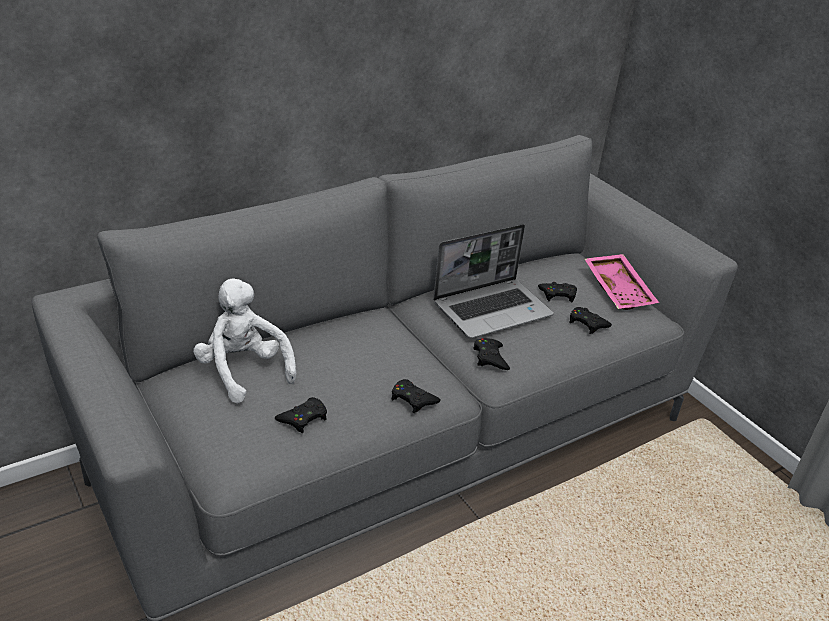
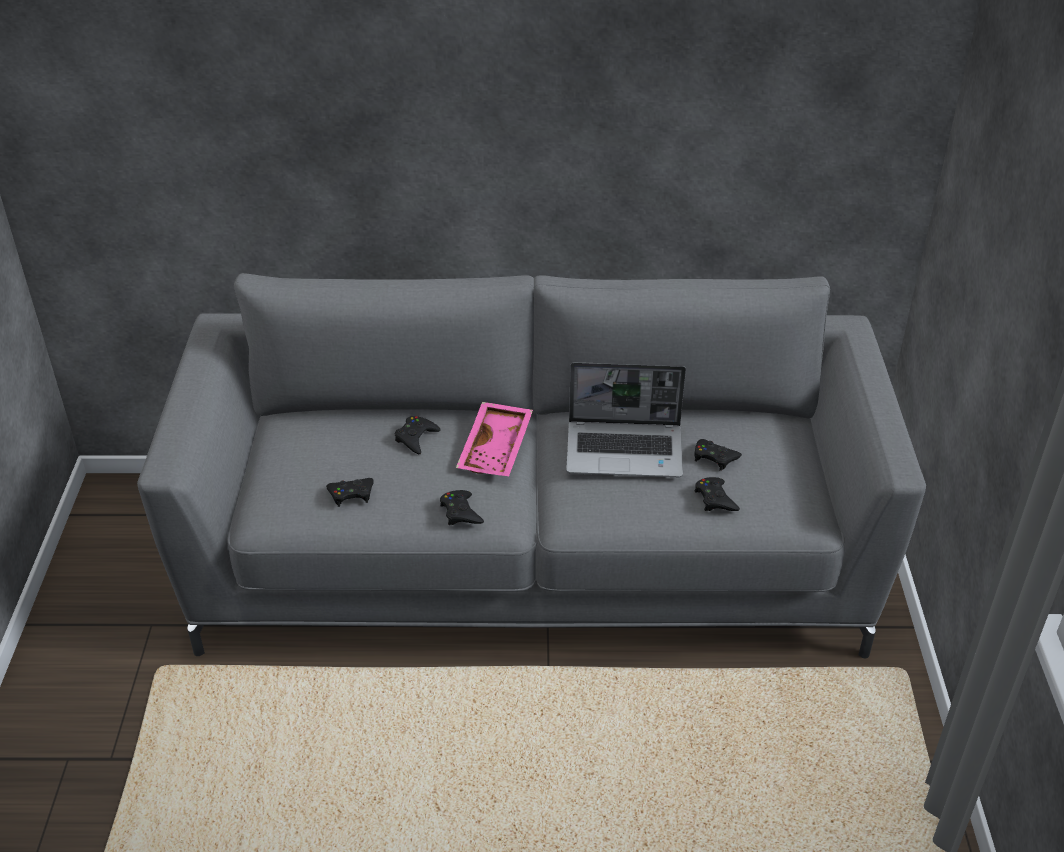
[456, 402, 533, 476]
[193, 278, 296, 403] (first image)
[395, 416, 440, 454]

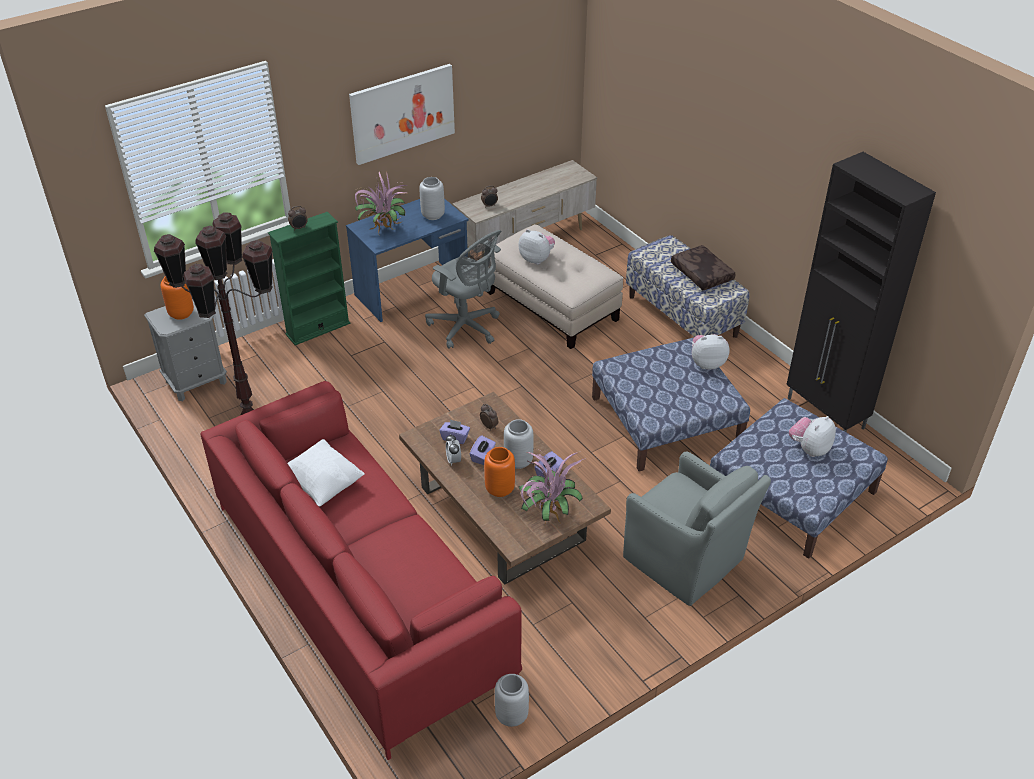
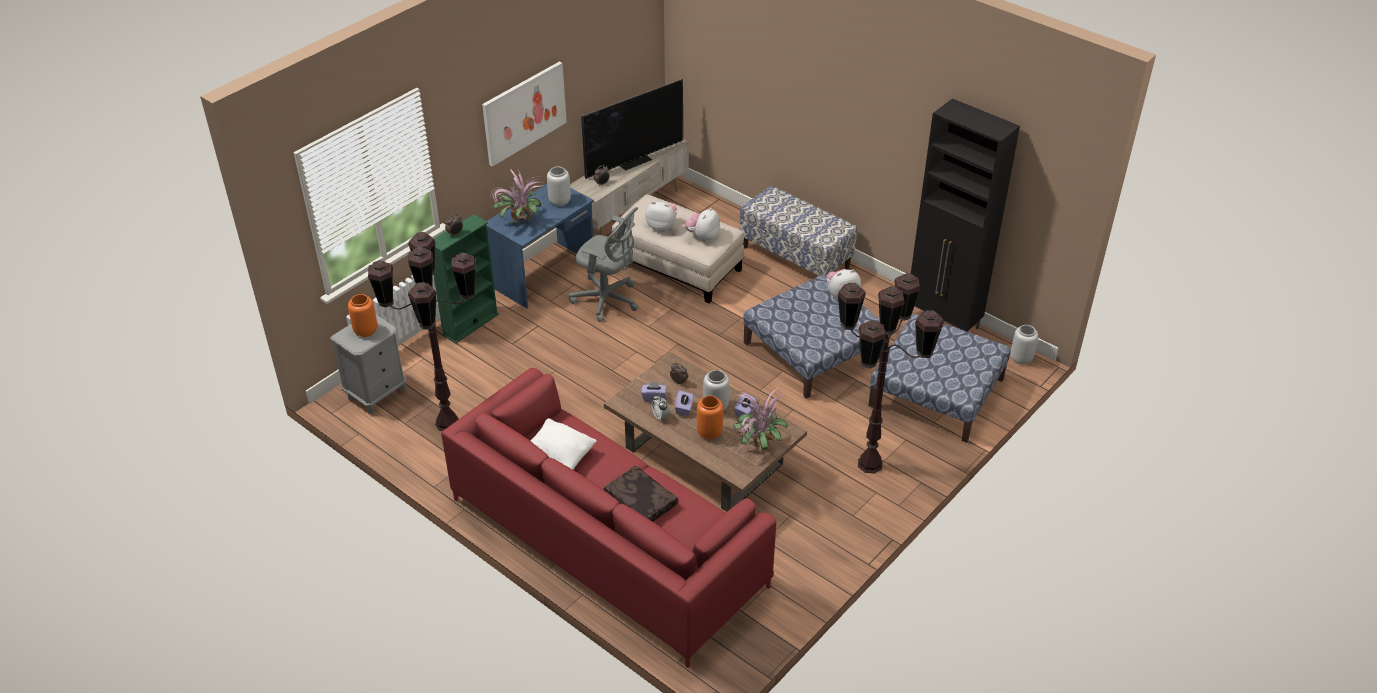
[603, 465, 678, 522]
[685, 208, 720, 242]
[837, 273, 944, 474]
[1010, 325, 1038, 365]
[581, 79, 683, 179]

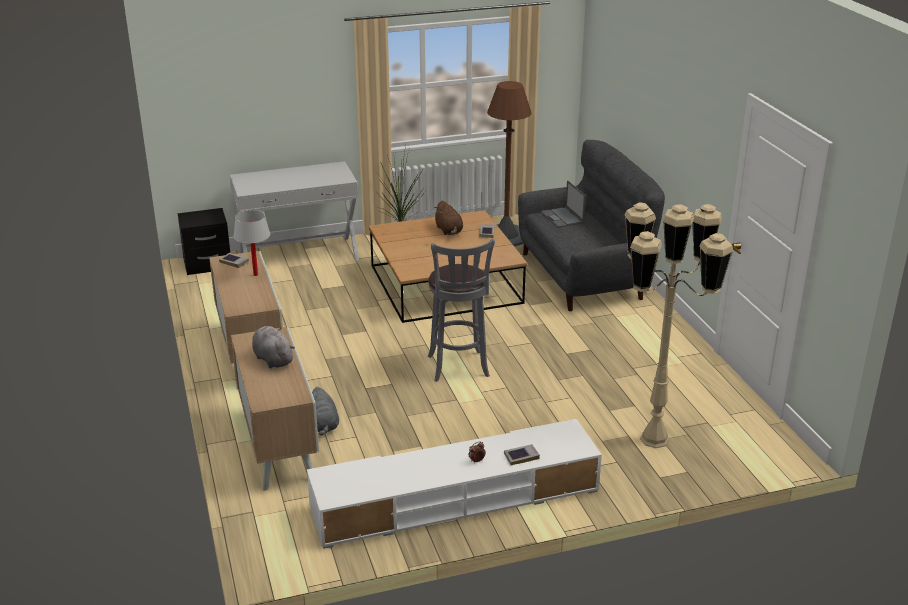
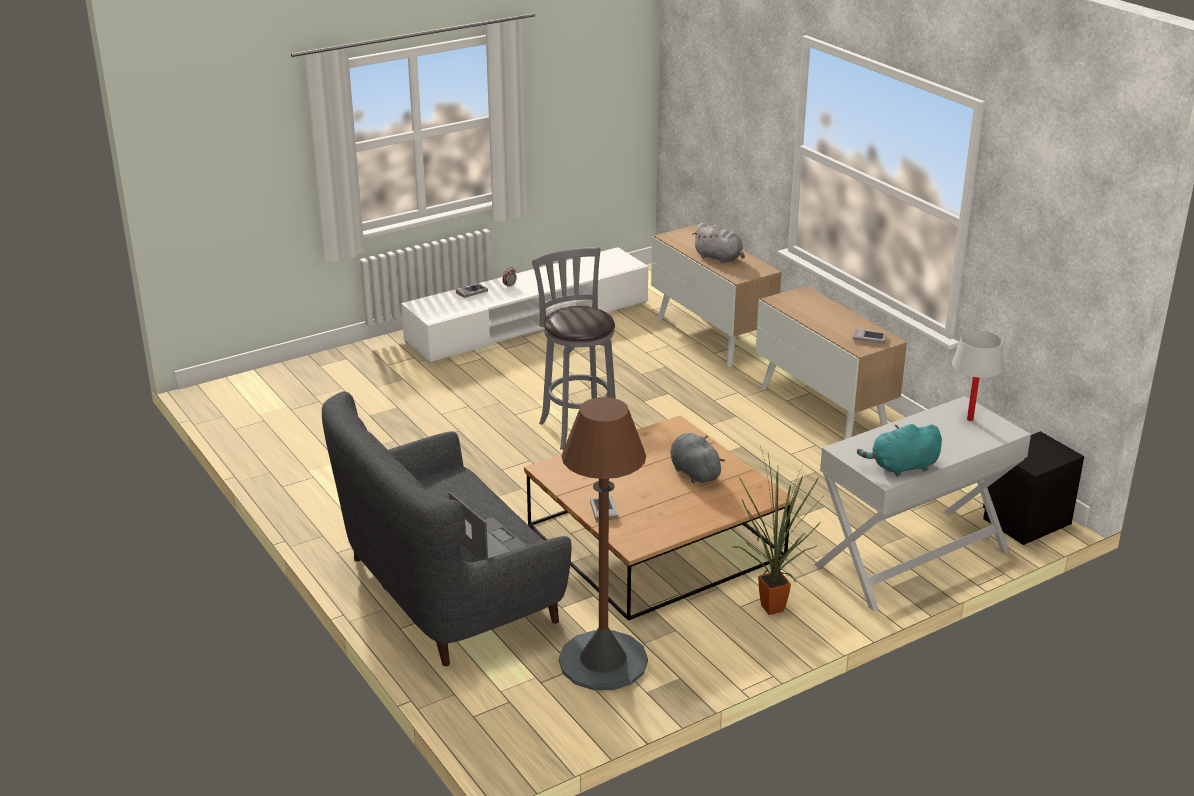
[434, 201, 463, 235] (first image)
[625, 202, 733, 448] (first image)
[952, 330, 1004, 421]
[670, 433, 725, 484]
[857, 424, 942, 477]

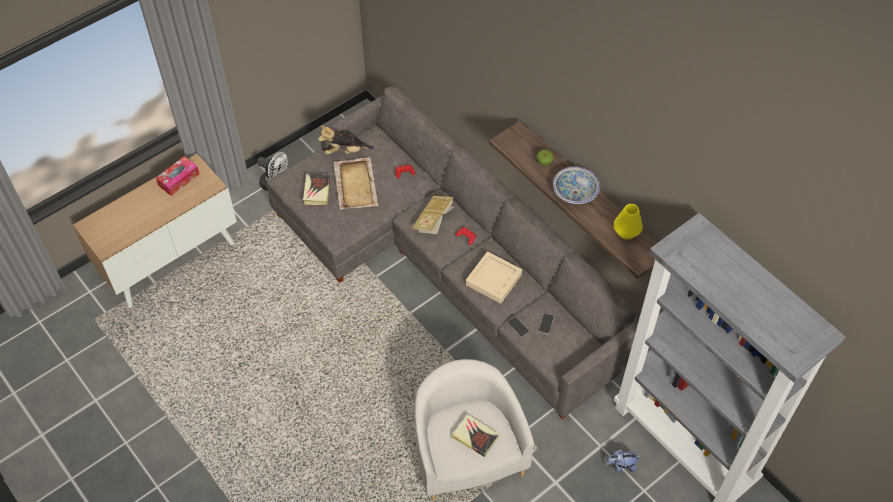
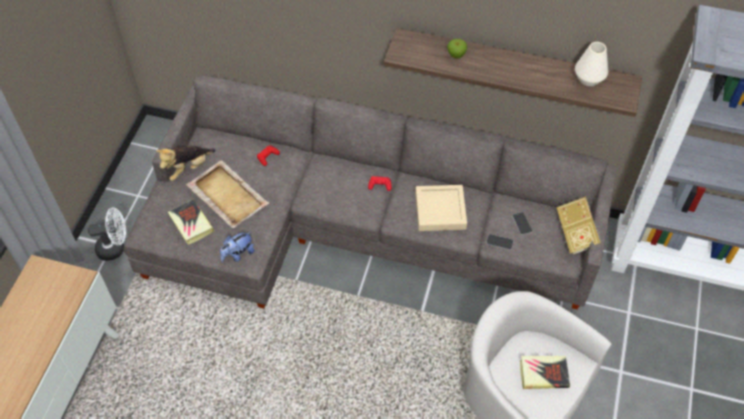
[156, 156, 199, 196] (first image)
[553, 167, 600, 204] (first image)
[556, 197, 601, 254]
[575, 42, 608, 86]
[220, 232, 255, 262]

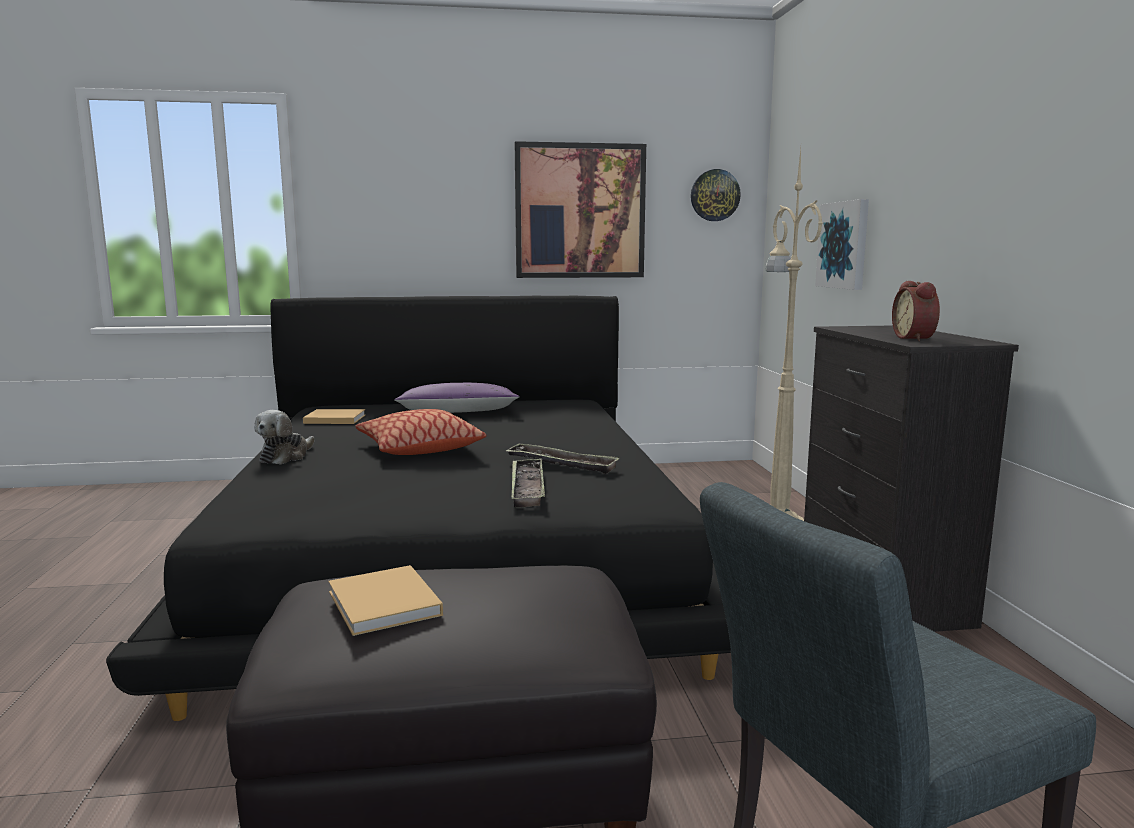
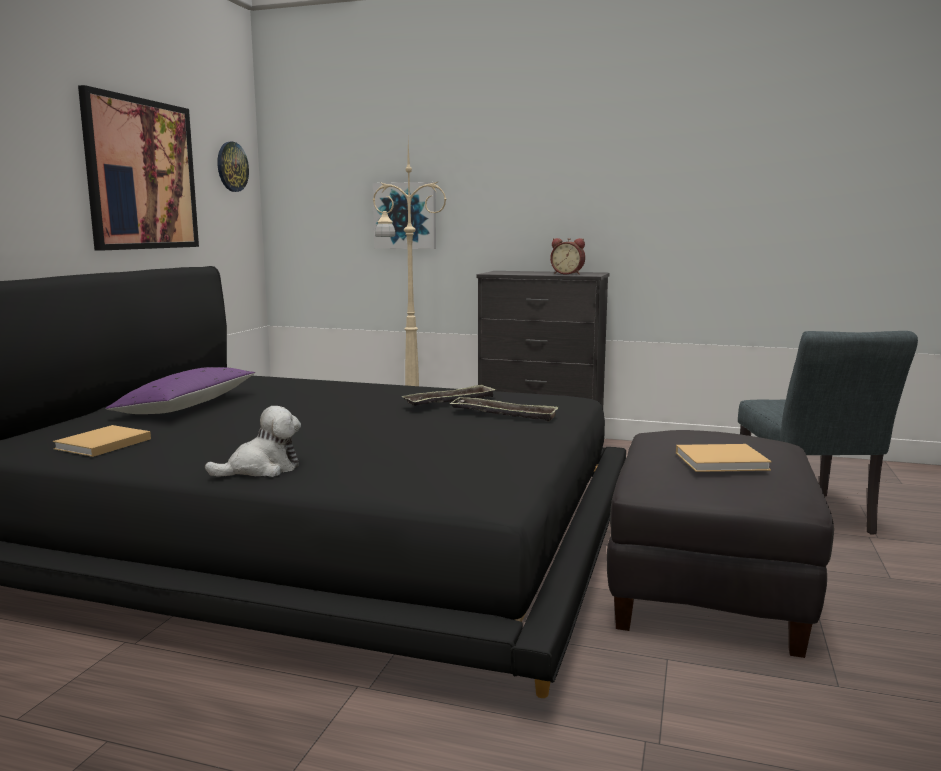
[355, 409, 486, 455] (first image)
[205, 406, 301, 477]

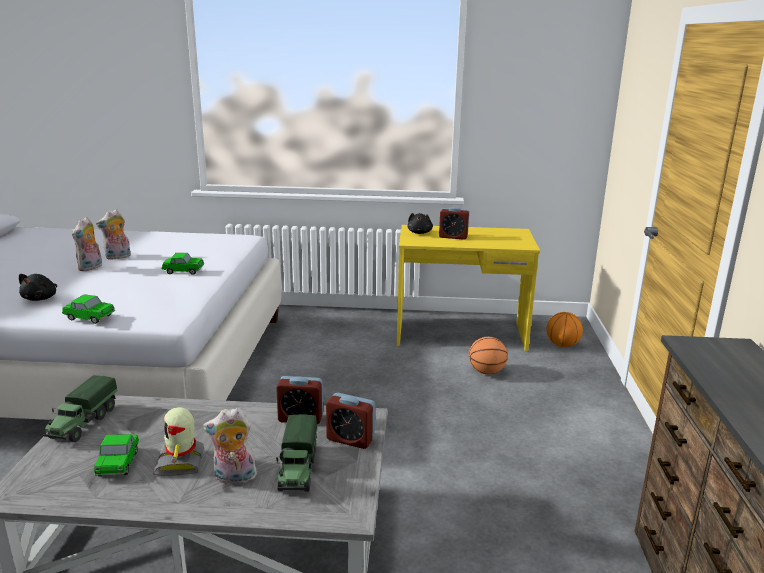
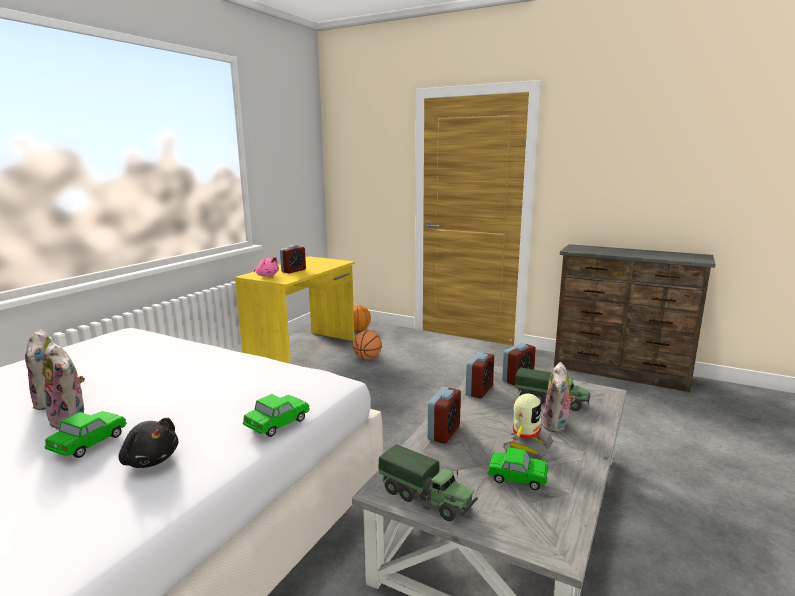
[254, 257, 279, 277]
[45, 411, 127, 458]
[502, 394, 553, 459]
[428, 387, 461, 444]

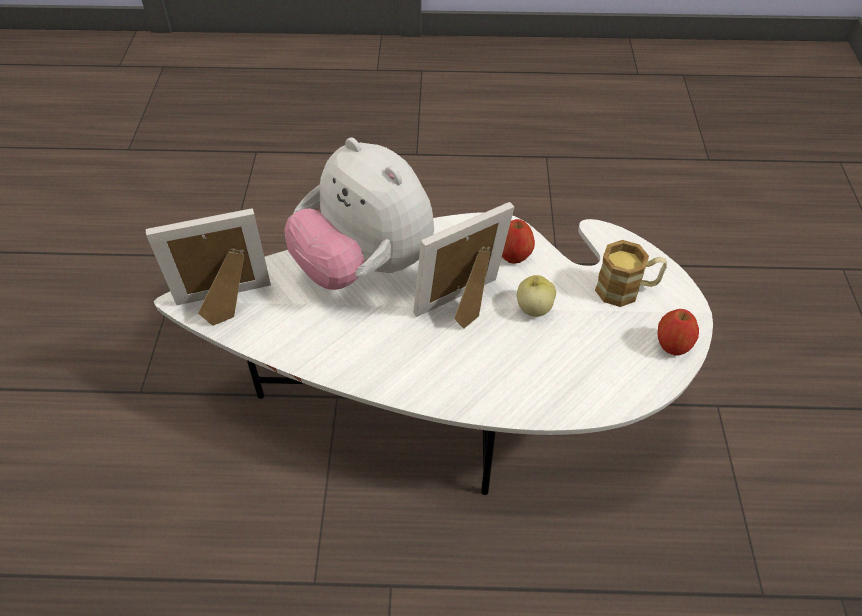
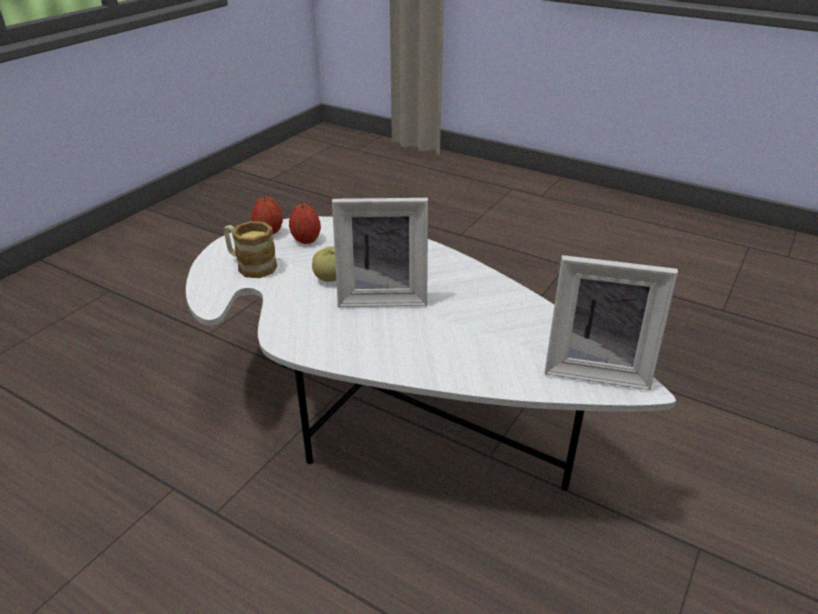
[284, 137, 434, 290] (first image)
[289, 203, 321, 244]

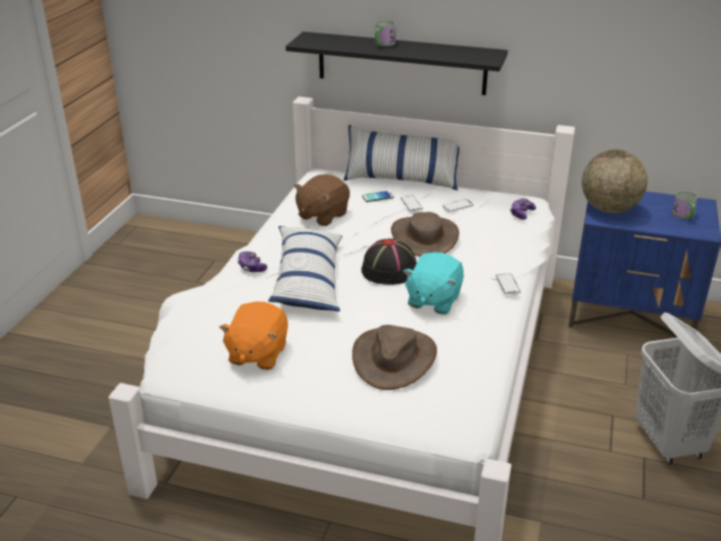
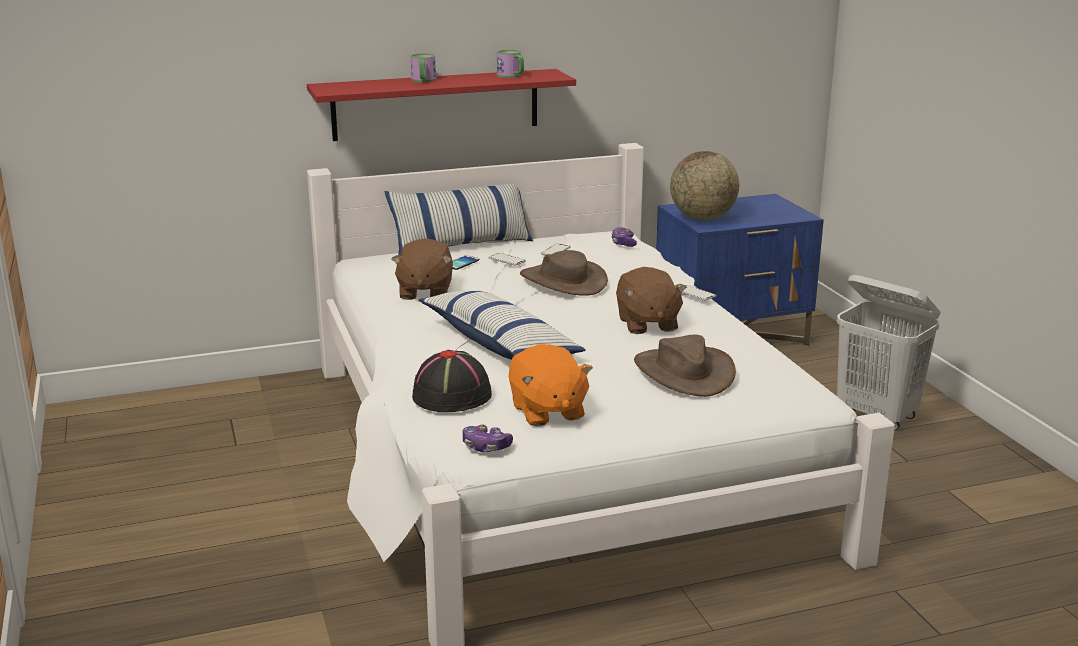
[307, 69, 576, 141]
[497, 50, 524, 78]
[412, 350, 492, 412]
[463, 424, 513, 452]
[616, 267, 687, 334]

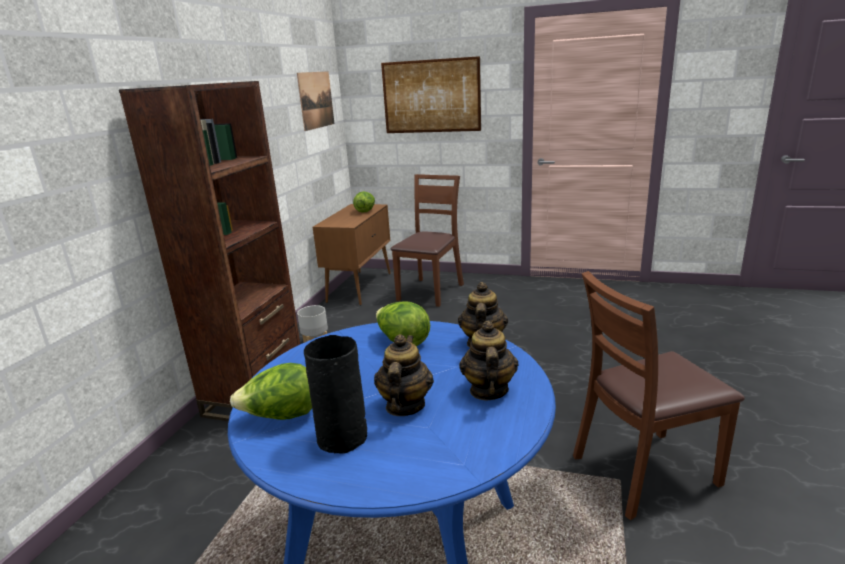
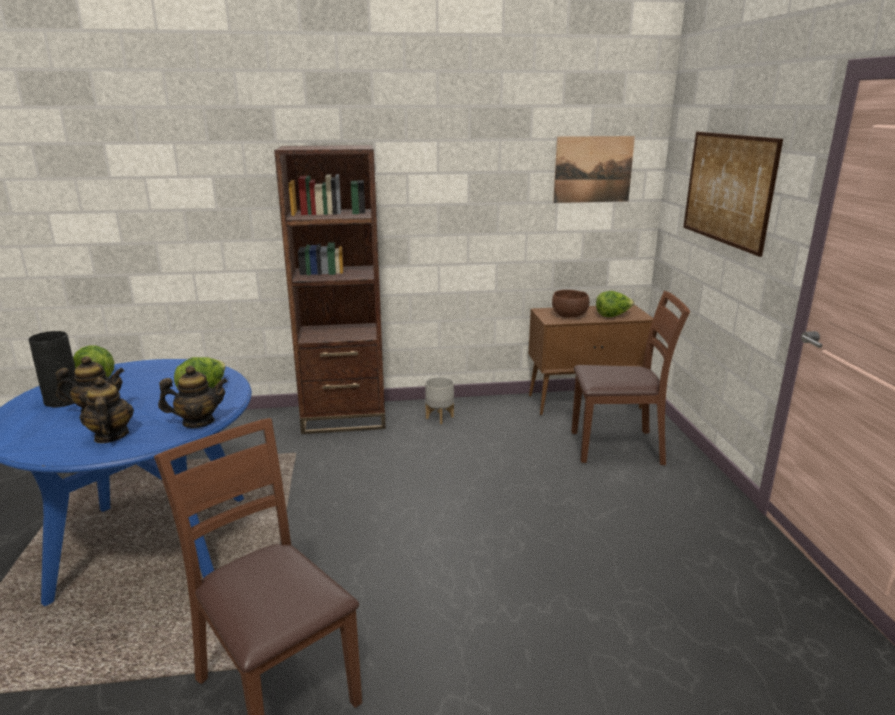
[80, 377, 134, 443]
[552, 290, 590, 318]

